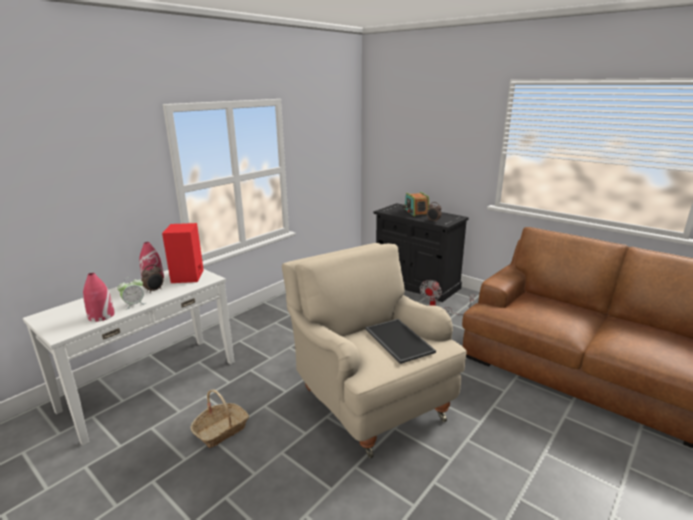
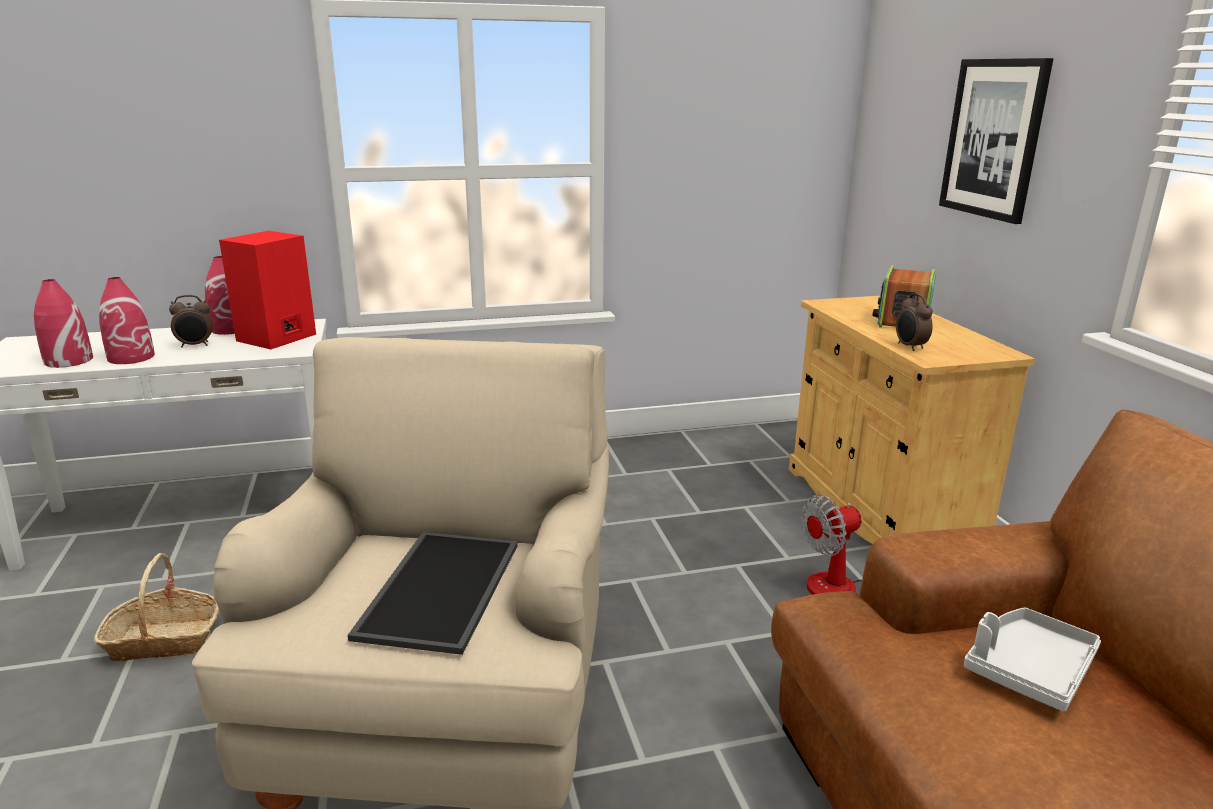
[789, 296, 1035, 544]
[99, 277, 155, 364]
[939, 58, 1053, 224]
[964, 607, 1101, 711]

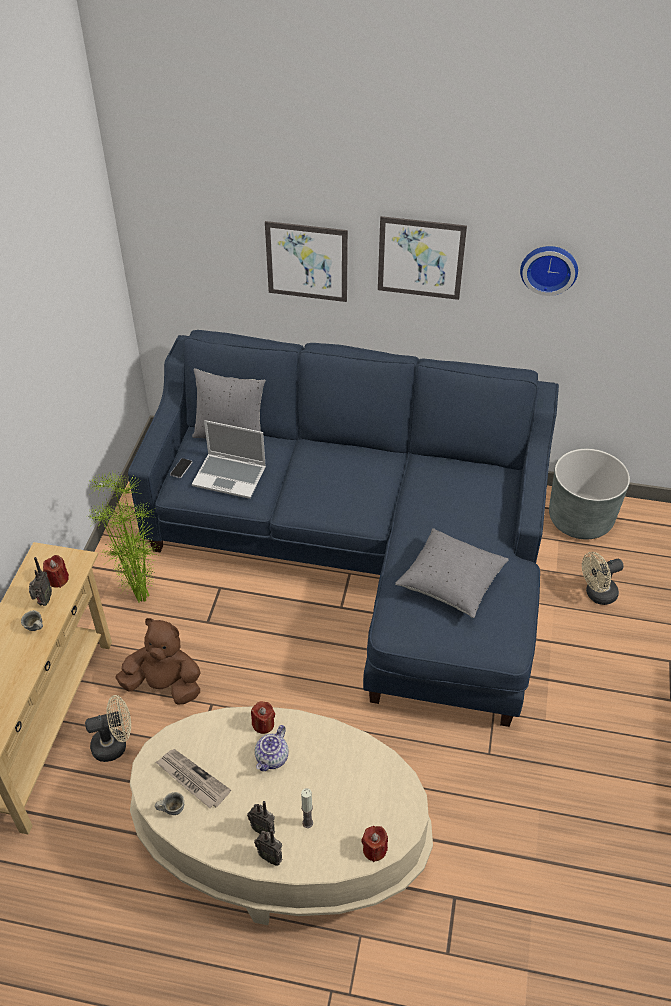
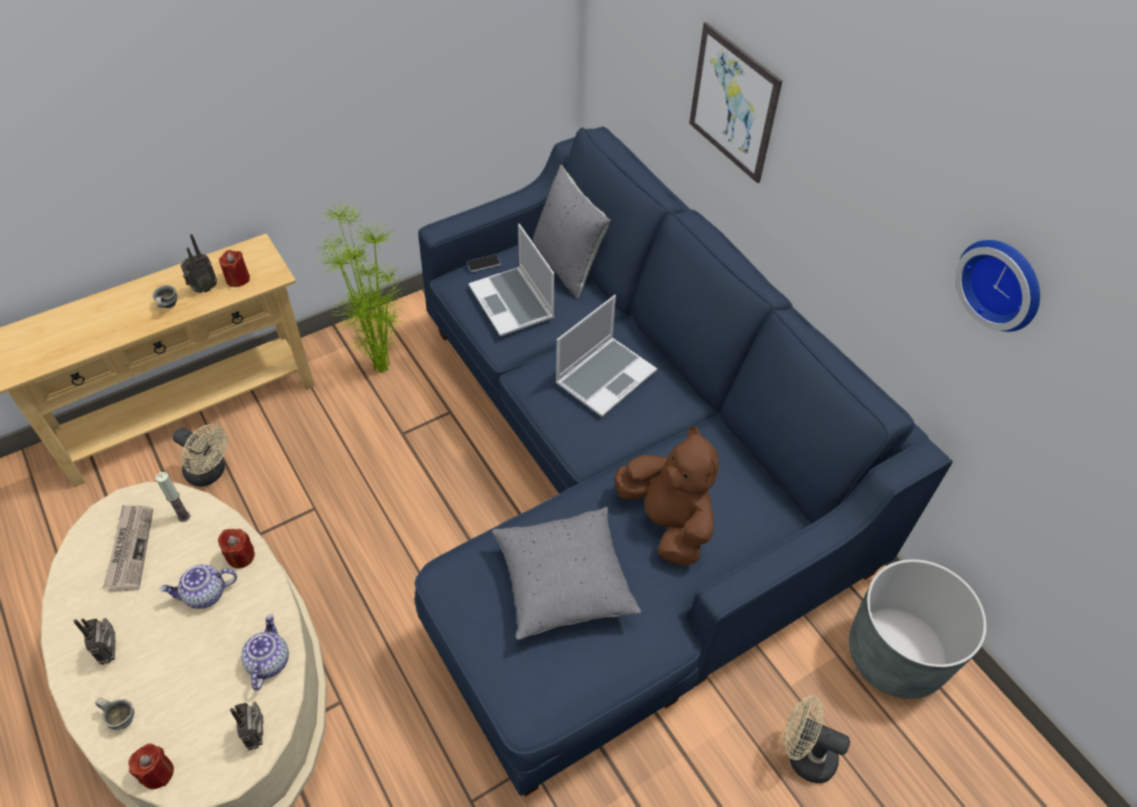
[378, 216, 467, 300] (first image)
[614, 426, 719, 566]
[156, 472, 190, 522]
[95, 698, 134, 730]
[230, 702, 264, 750]
[555, 295, 657, 417]
[241, 614, 289, 690]

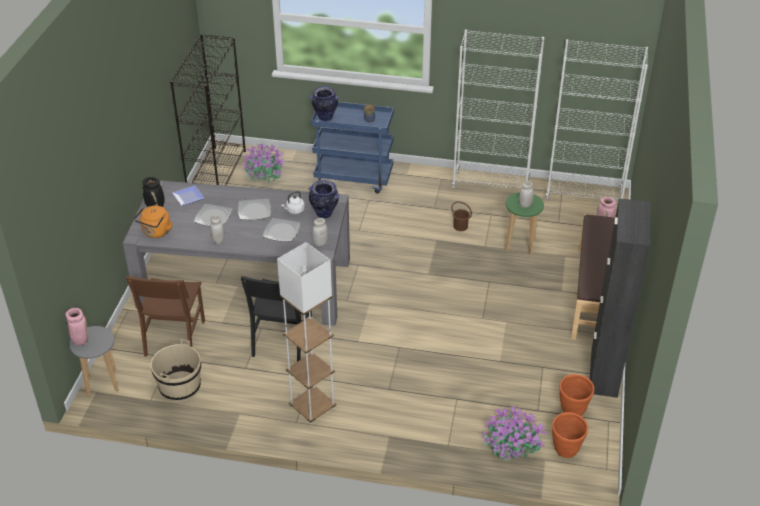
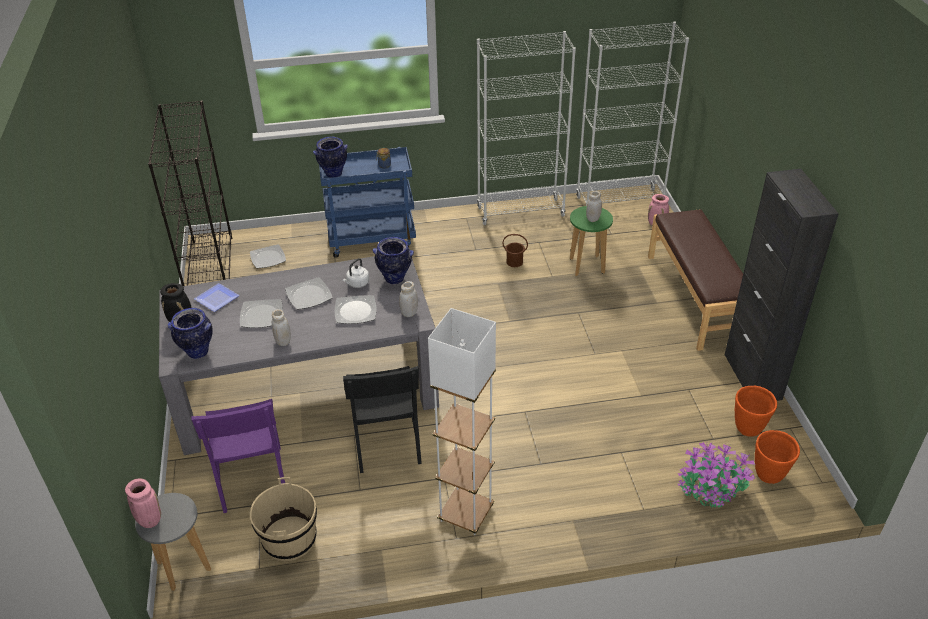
[250, 244, 286, 268]
[168, 308, 213, 359]
[192, 399, 285, 513]

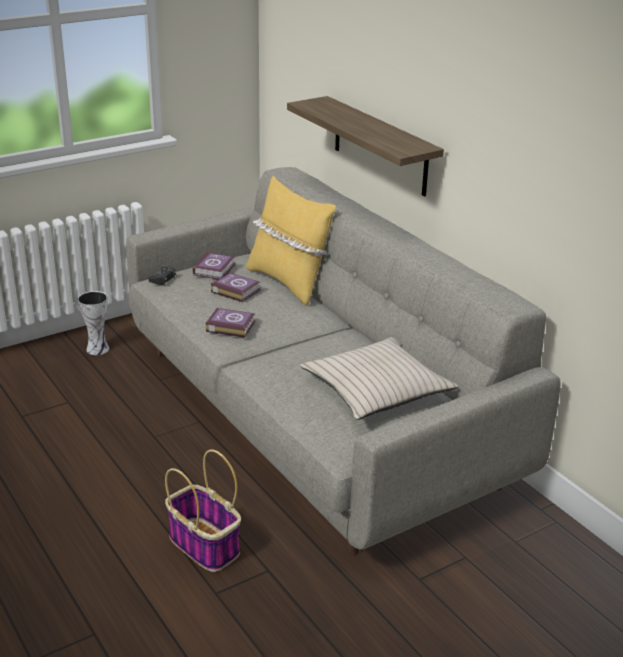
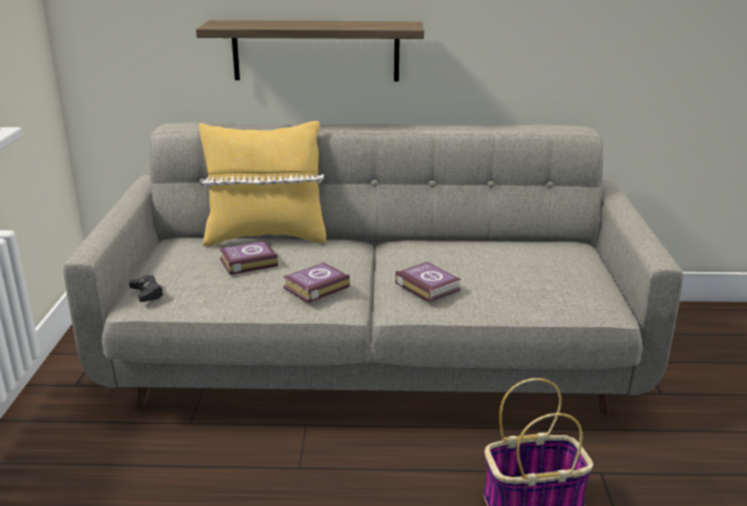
[395, 262, 461, 303]
[78, 291, 109, 355] (first image)
[300, 337, 459, 420] (first image)

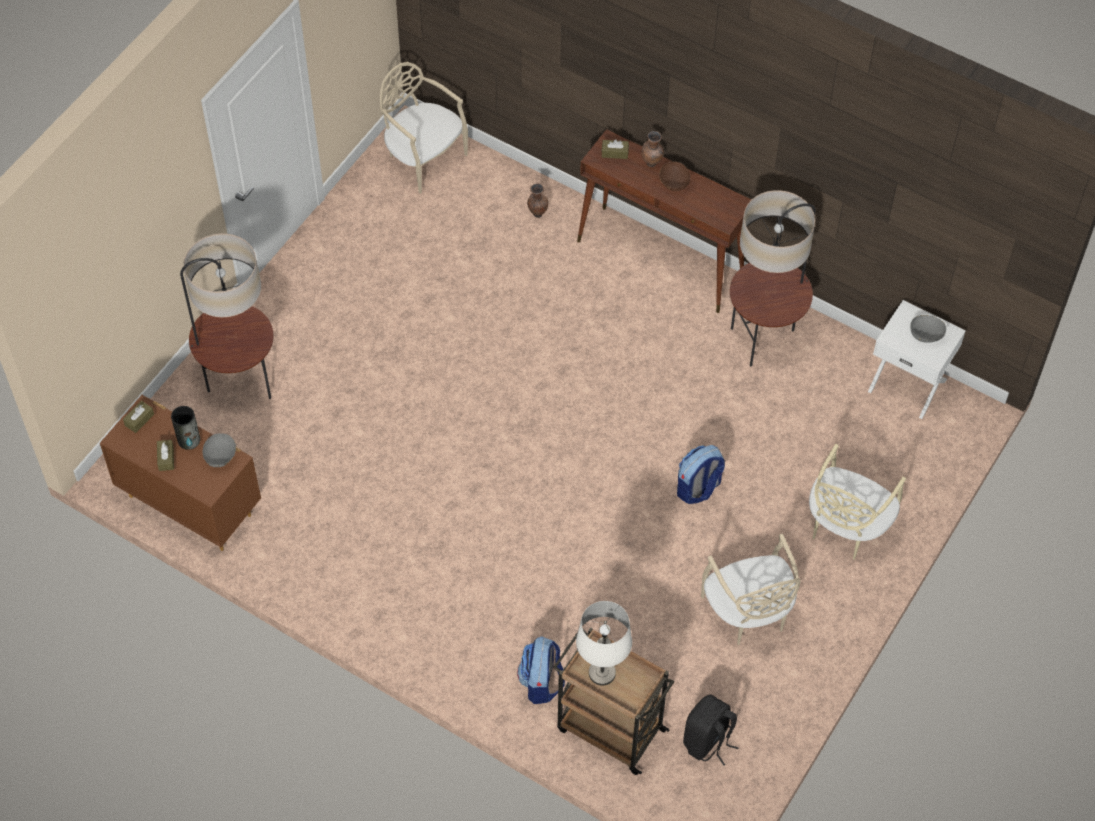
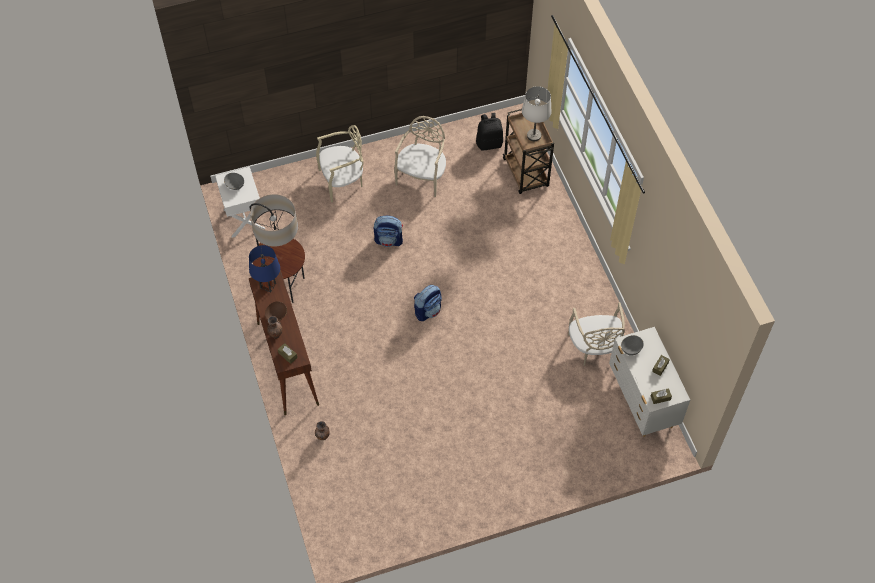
[568, 302, 625, 366]
[180, 234, 274, 399] (first image)
[609, 327, 690, 437]
[171, 406, 200, 450] (first image)
[414, 285, 442, 321]
[249, 245, 280, 292]

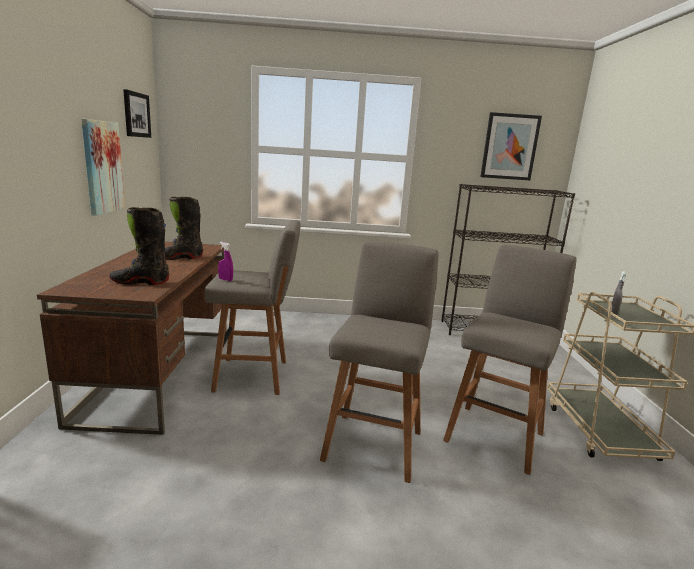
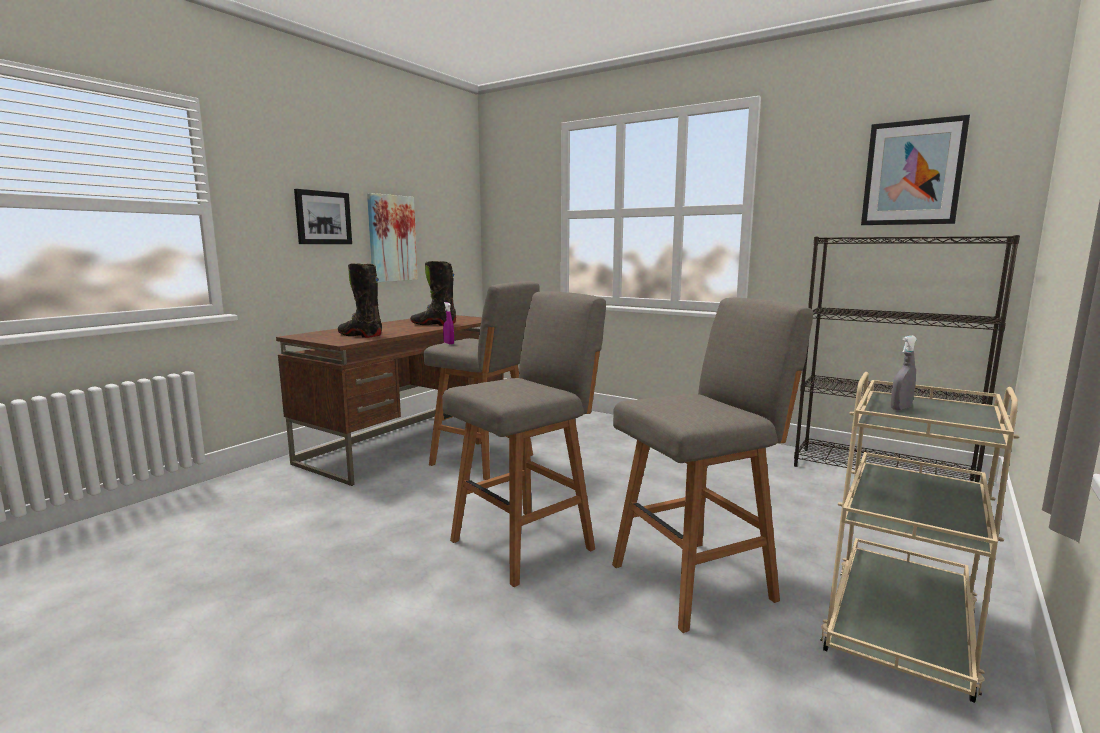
[294, 189, 352, 244]

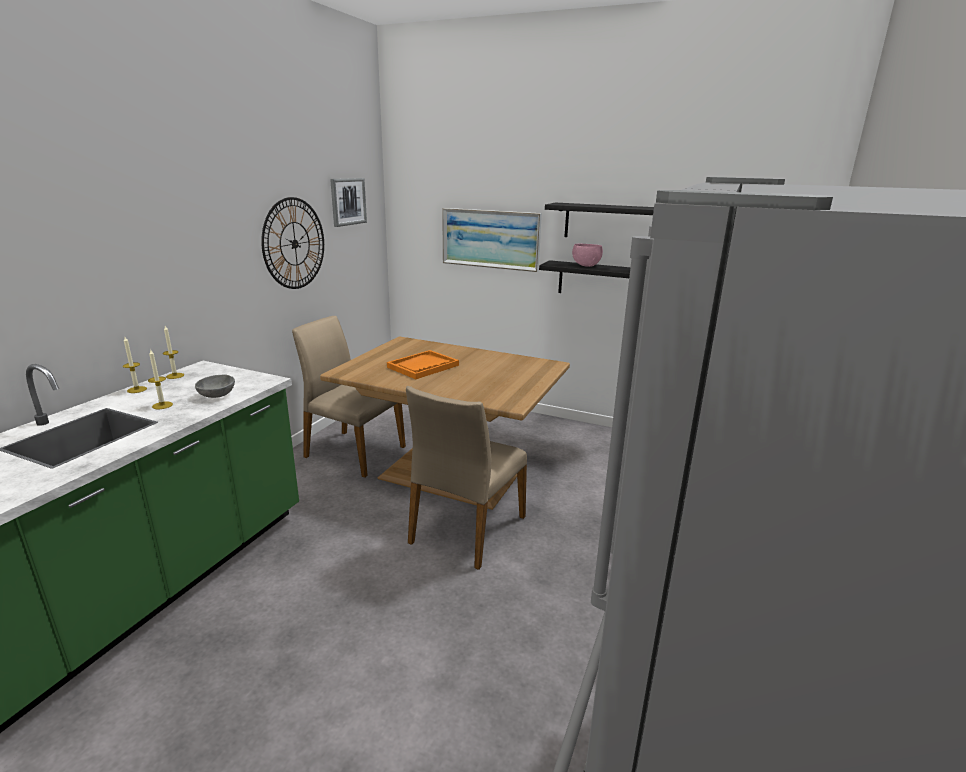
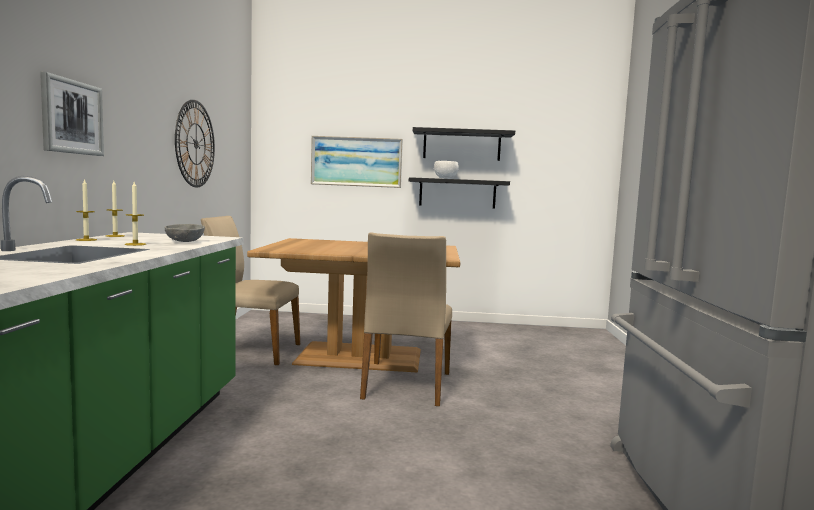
[40, 72, 104, 156]
[434, 161, 459, 179]
[387, 350, 459, 379] (first image)

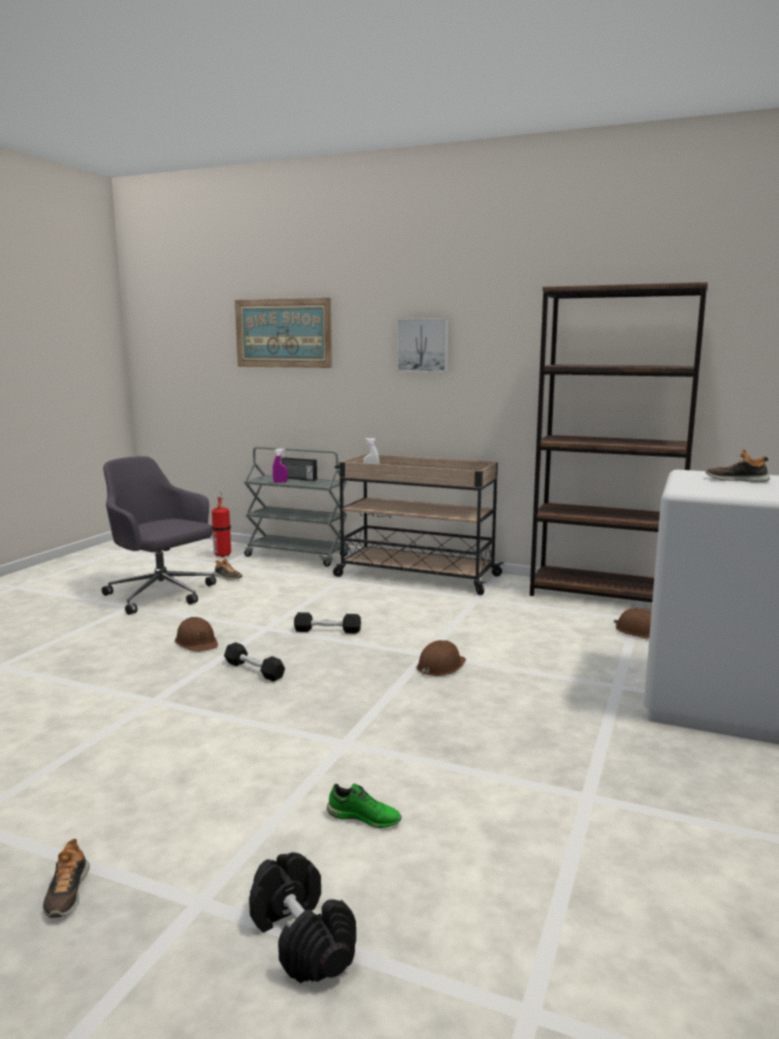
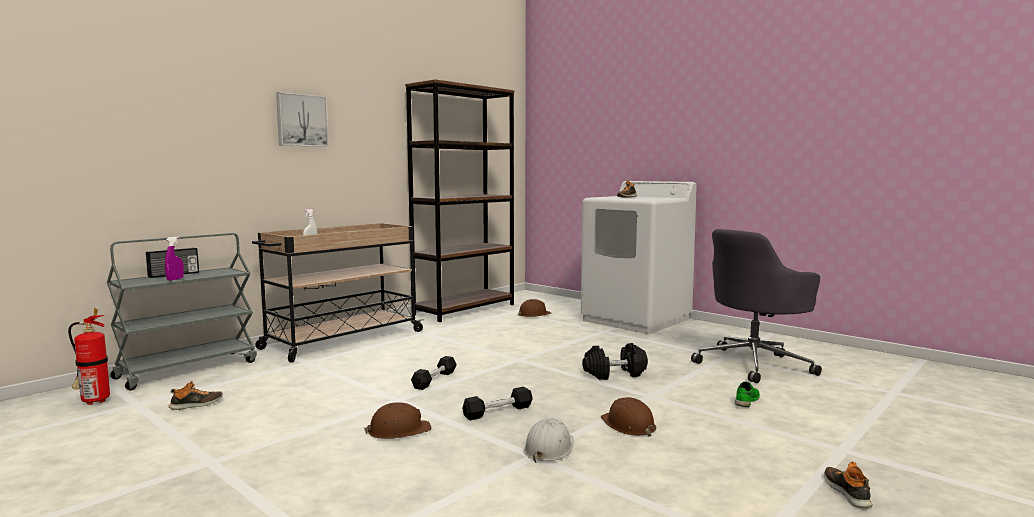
[235, 298, 332, 368] (first image)
[691, 229, 822, 383]
[601, 397, 656, 437]
[824, 461, 873, 508]
[582, 343, 648, 380]
[524, 418, 574, 463]

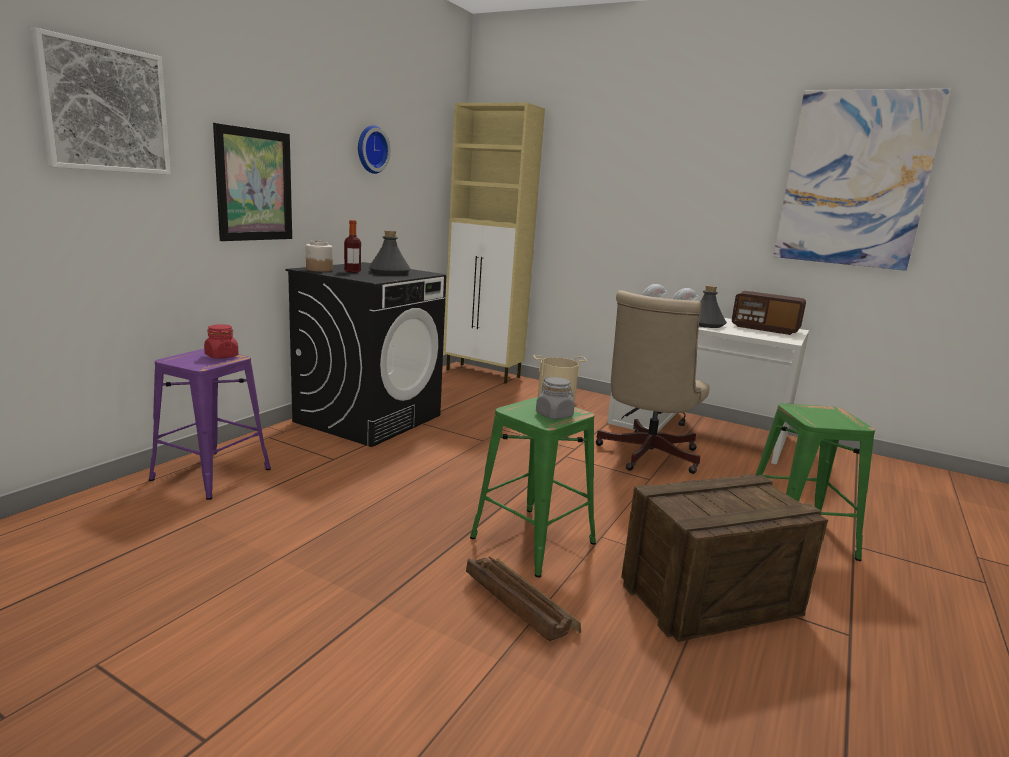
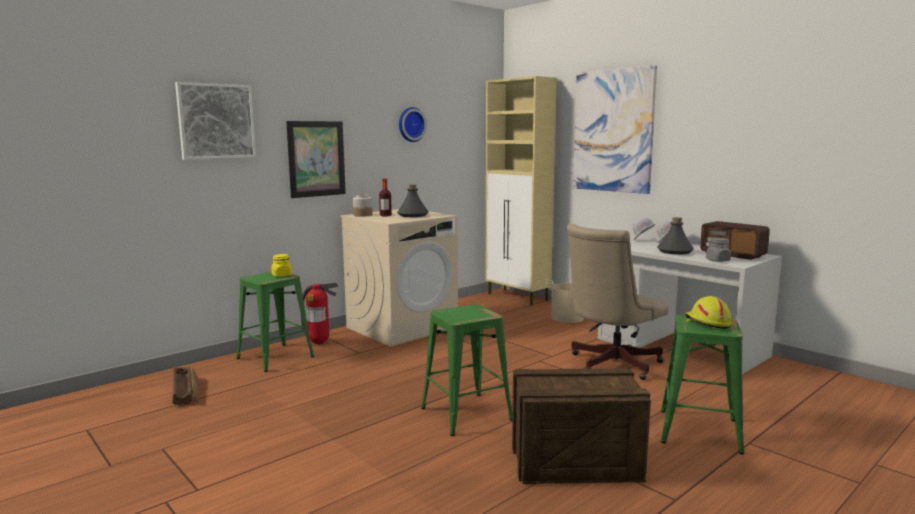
[573, 65, 657, 194]
[340, 209, 458, 347]
[271, 254, 292, 277]
[236, 272, 314, 372]
[706, 238, 731, 262]
[172, 366, 199, 404]
[301, 283, 338, 344]
[685, 296, 732, 329]

